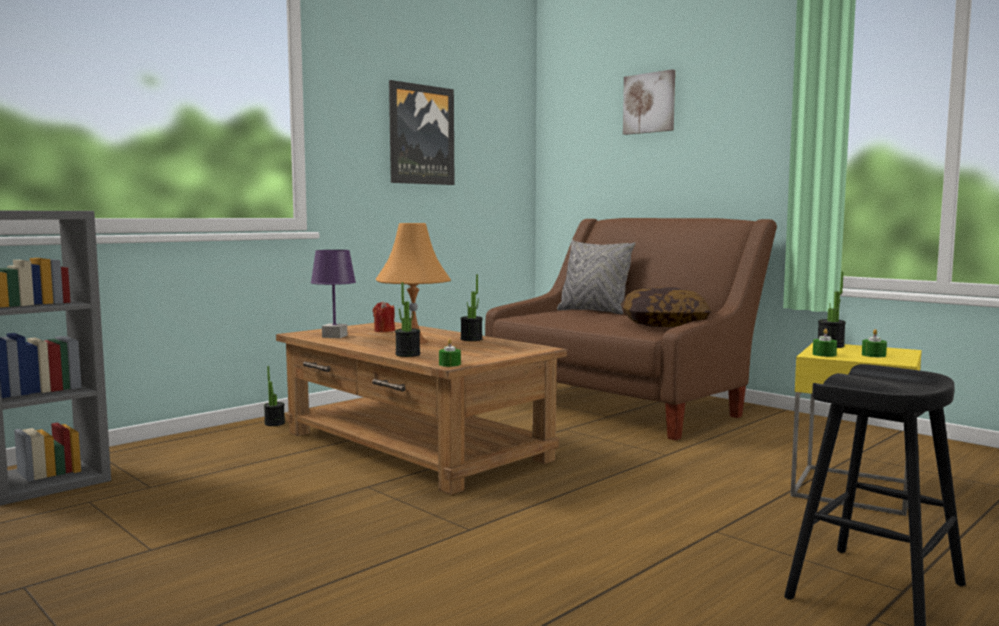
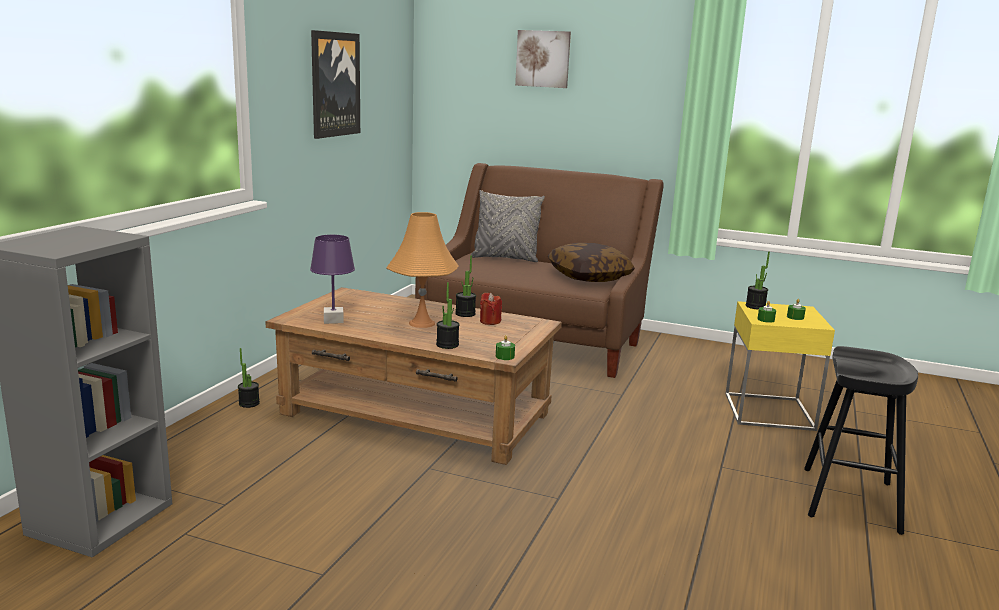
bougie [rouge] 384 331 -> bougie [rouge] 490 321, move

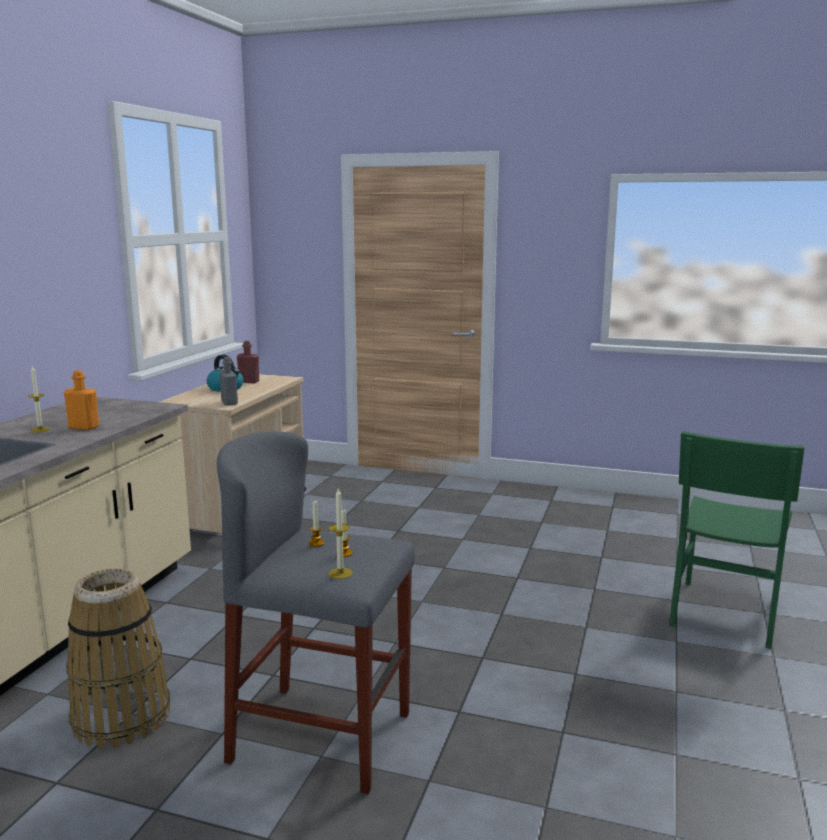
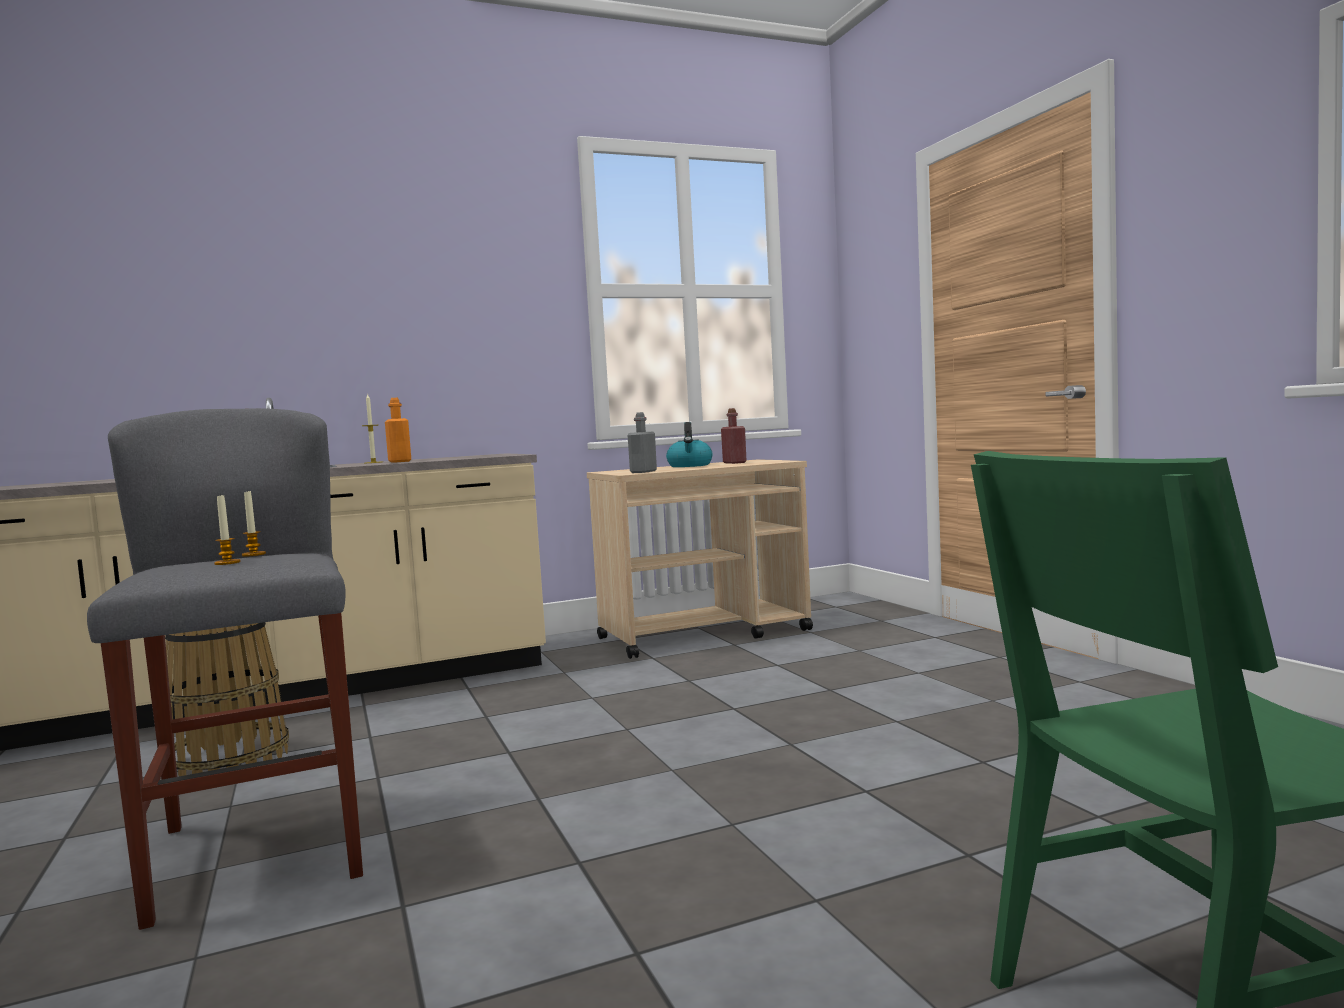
bougie 340 573 -> none

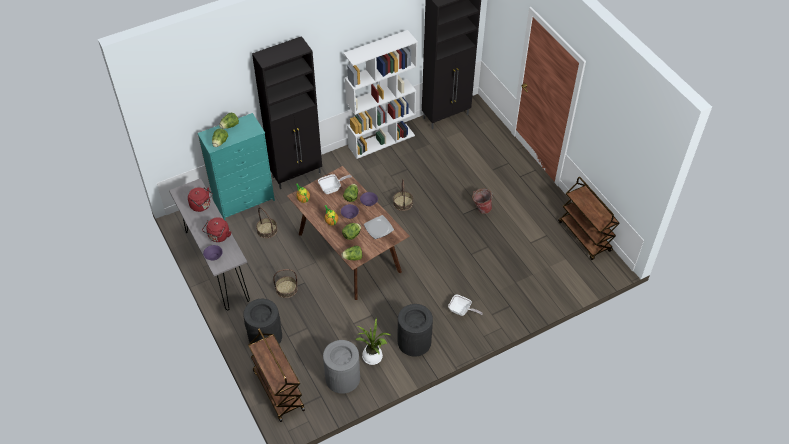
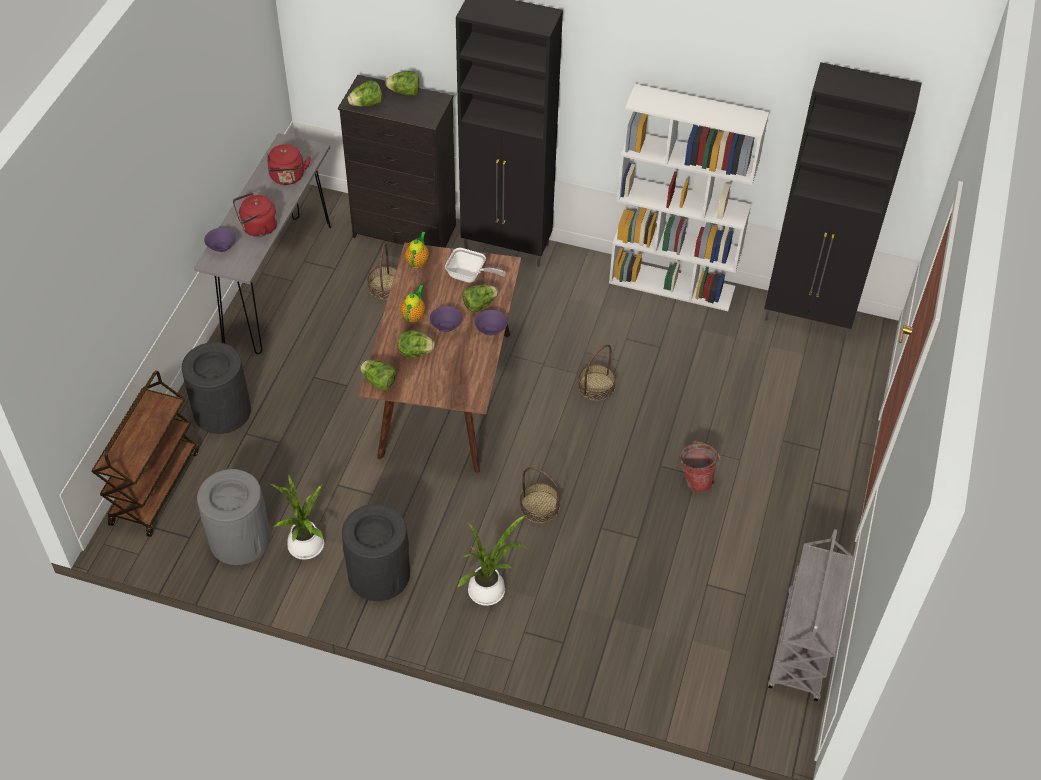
commode [turquoise] 245 201 -> commode [noir] 405 232
poêle 461 311 -> plante en pot 489 590
panier 286 289 -> panier 539 507, move
chariot [marron] 585 237 -> chariot [gris] 803 646
assiette 378 228 -> none

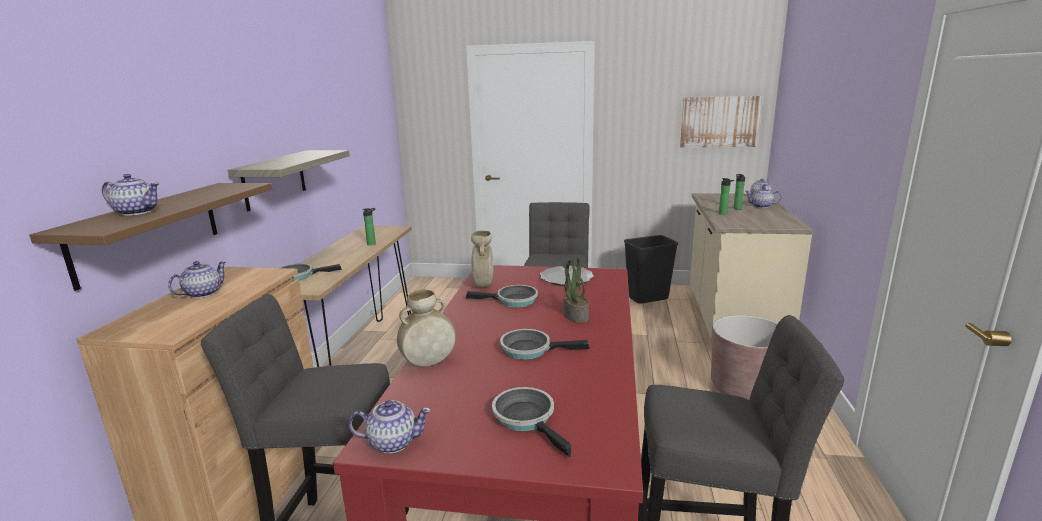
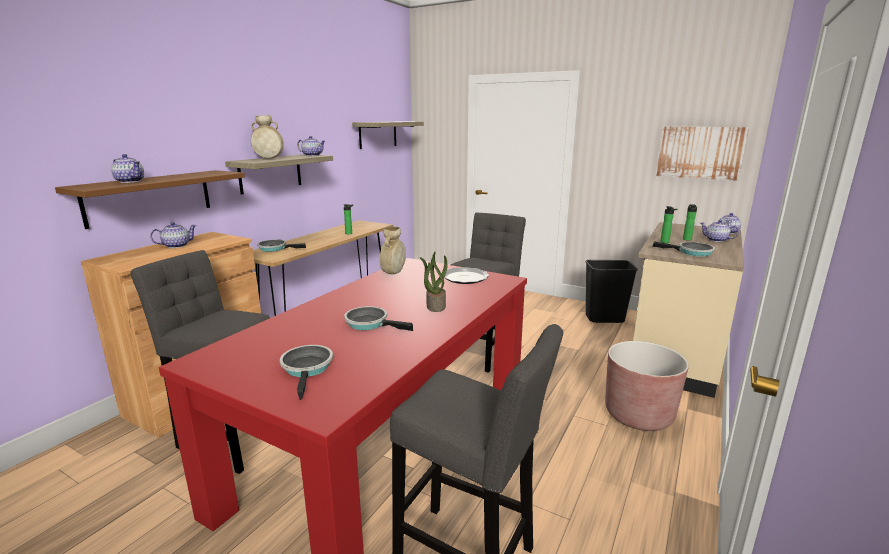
vase [beige] 428 363 -> vase [beige] 269 158, move
théière 392 442 -> théière 312 155, move
none -> étagère 378 134
poêle 513 301 -> poêle 692 252, move

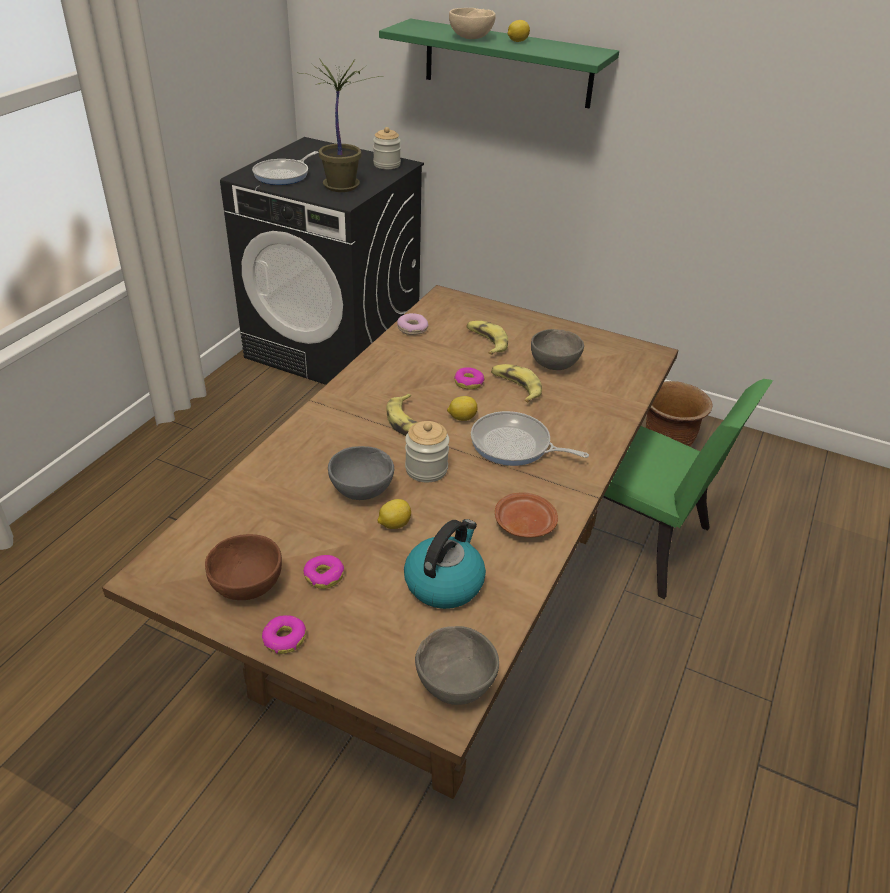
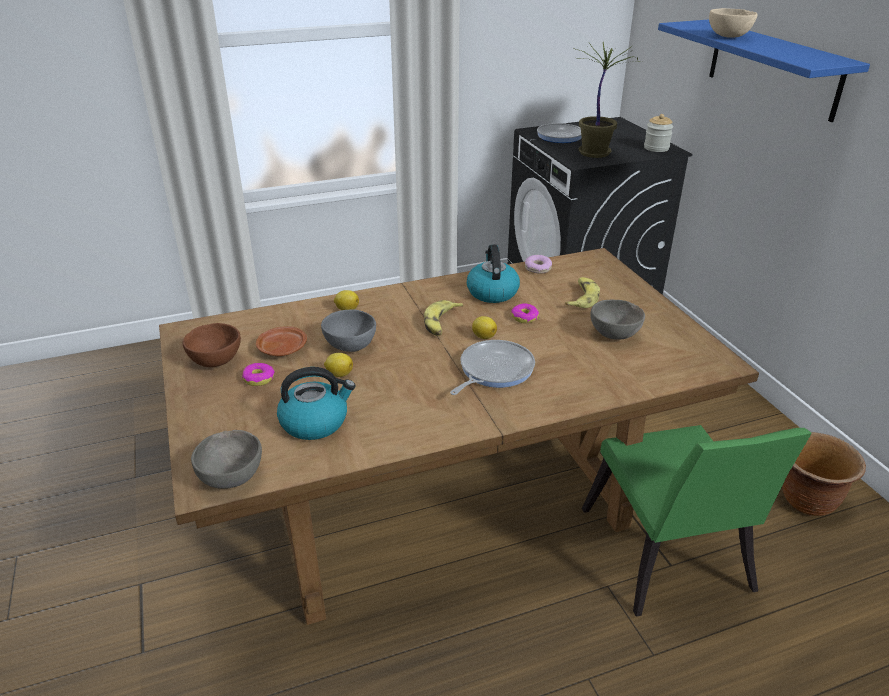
assiette [marron] 524 523 -> assiette [marron] 282 349, move
citron 517 41 -> citron 346 309, move
poêle 514 445 -> poêle 493 370, 60 degrees clockwise
none -> bouilloire 492 292
étagère [vert] 507 63 -> étagère [bleu] 772 68
beignet 284 639 -> none
bocal 426 469 -> none
banane 515 387 -> none

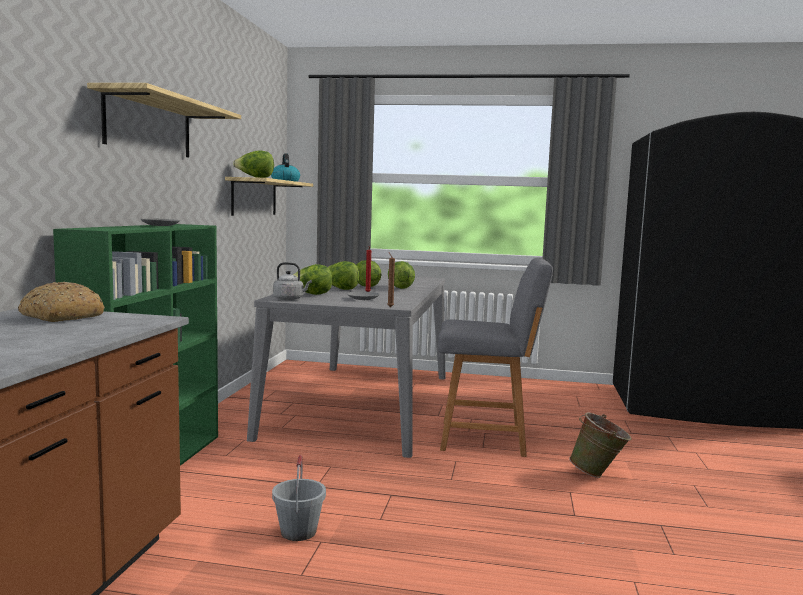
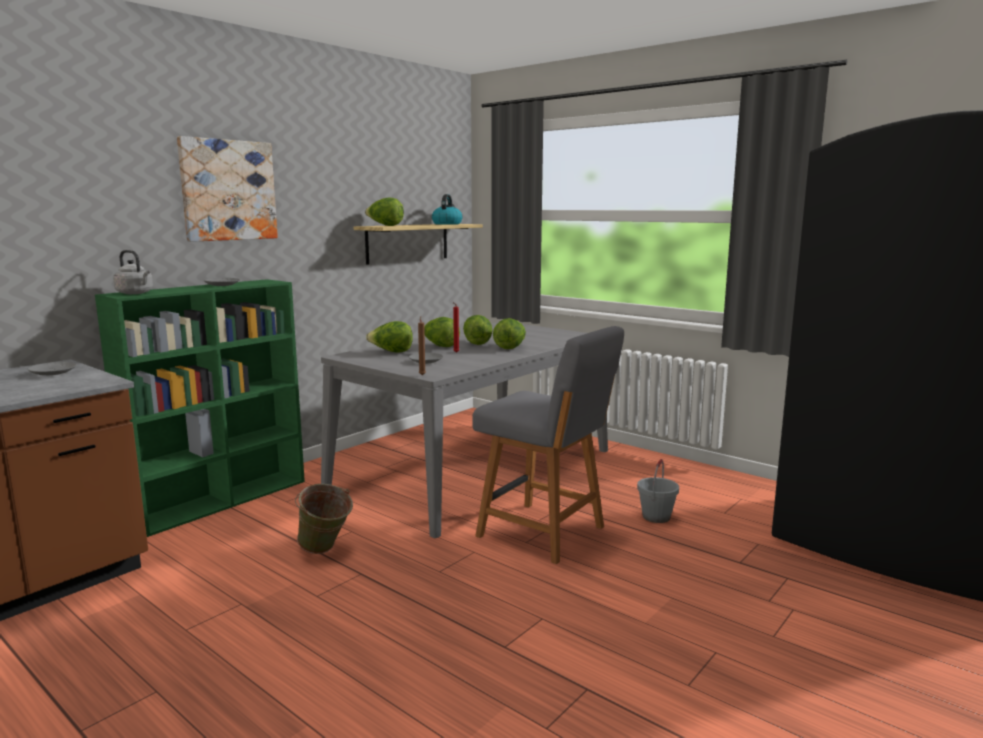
pain 60 316 -> assiette [gris] 53 373
bouilloire [gris] 290 299 -> bouilloire [gris] 136 293, move
étagère 149 126 -> tableau 228 190
seau [vert] 598 475 -> seau [vert] 325 551, move
seau [gris] 299 532 -> seau [gris] 656 517, move

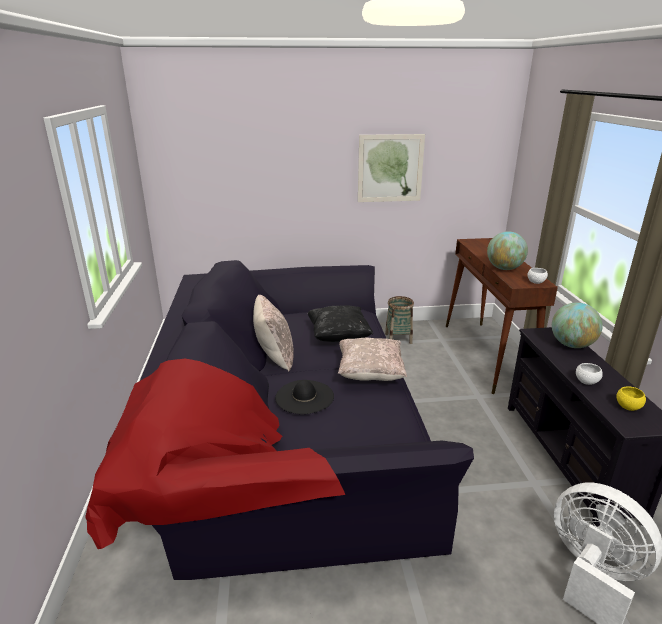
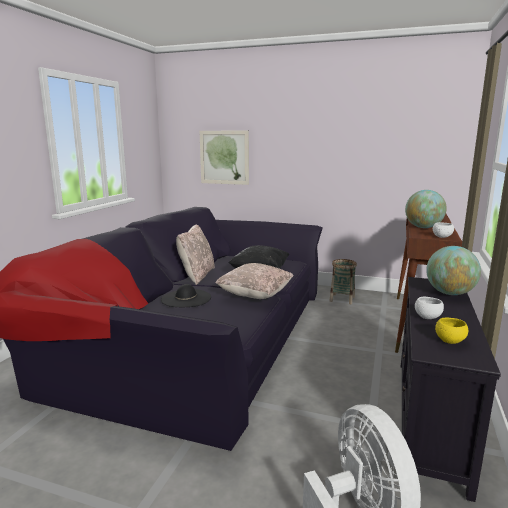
tableau 390 168 -> tableau 224 157, move

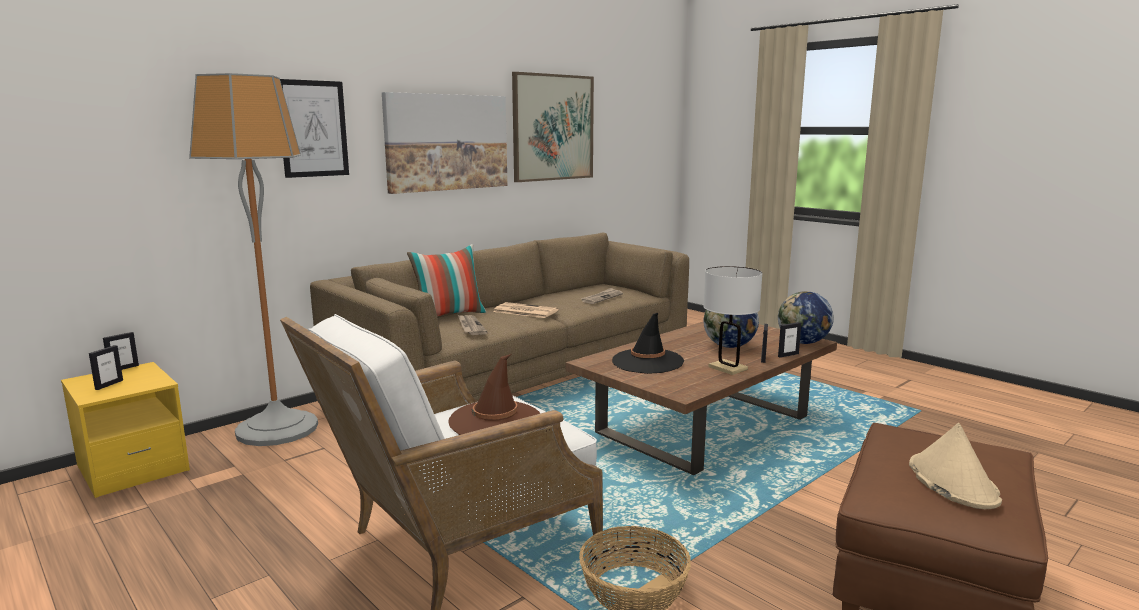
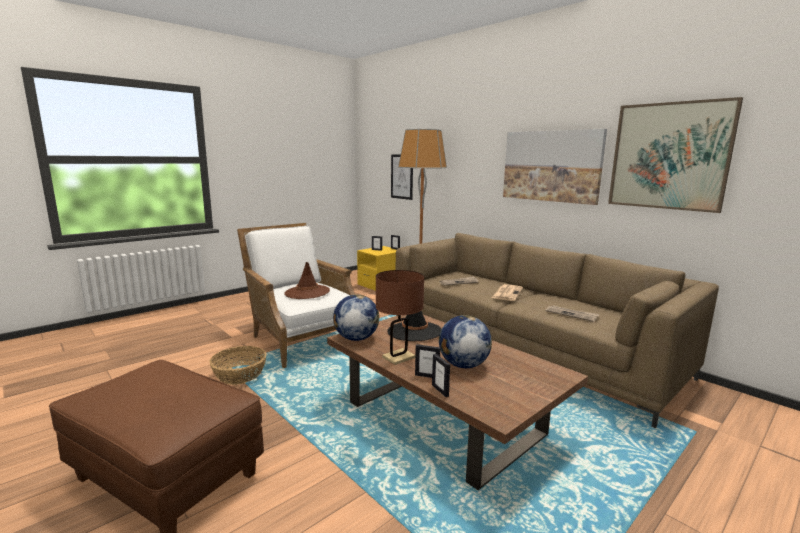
globe 803 342 -> globe 356 338, move
lampe de table [blanc] 728 368 -> lampe de table [marron] 398 357
tableau 313 129 -> tableau 402 176, move
coussin 449 315 -> none
chapeau [beige] 952 482 -> none

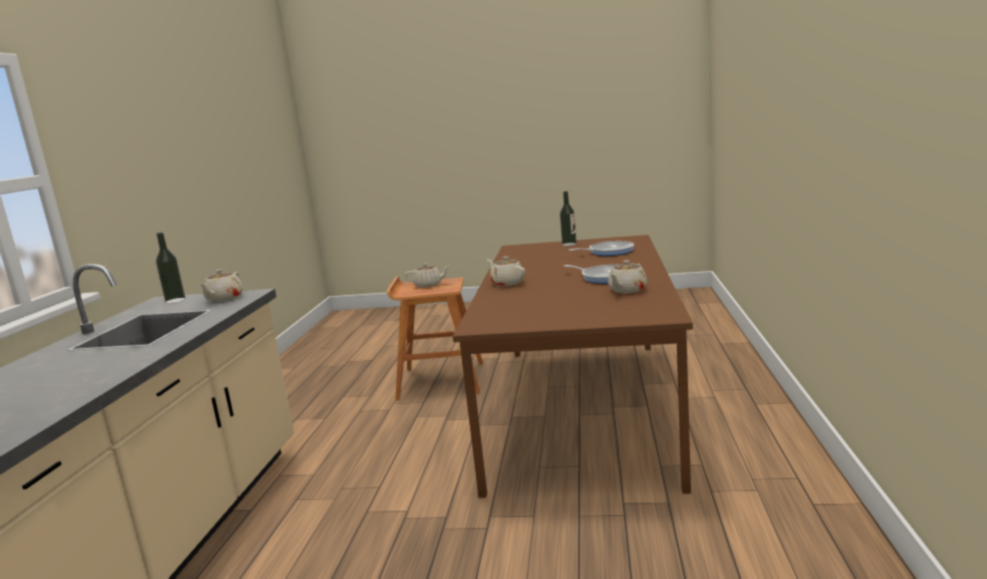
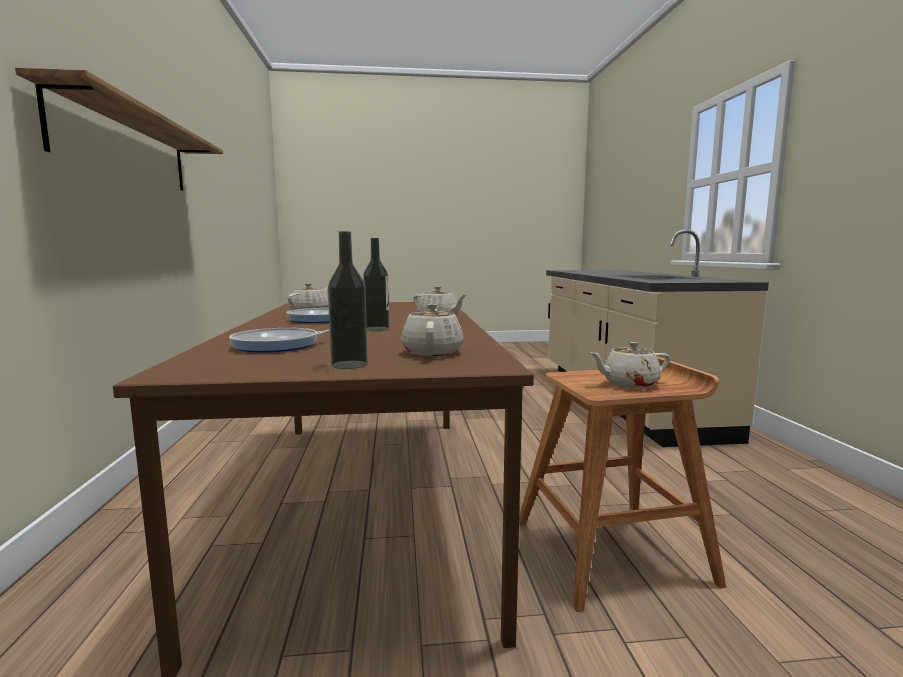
none -> étagère 126 148
bouteille 175 300 -> bouteille 377 329, move
théière [beige] 224 298 -> théière [beige] 432 352, move

